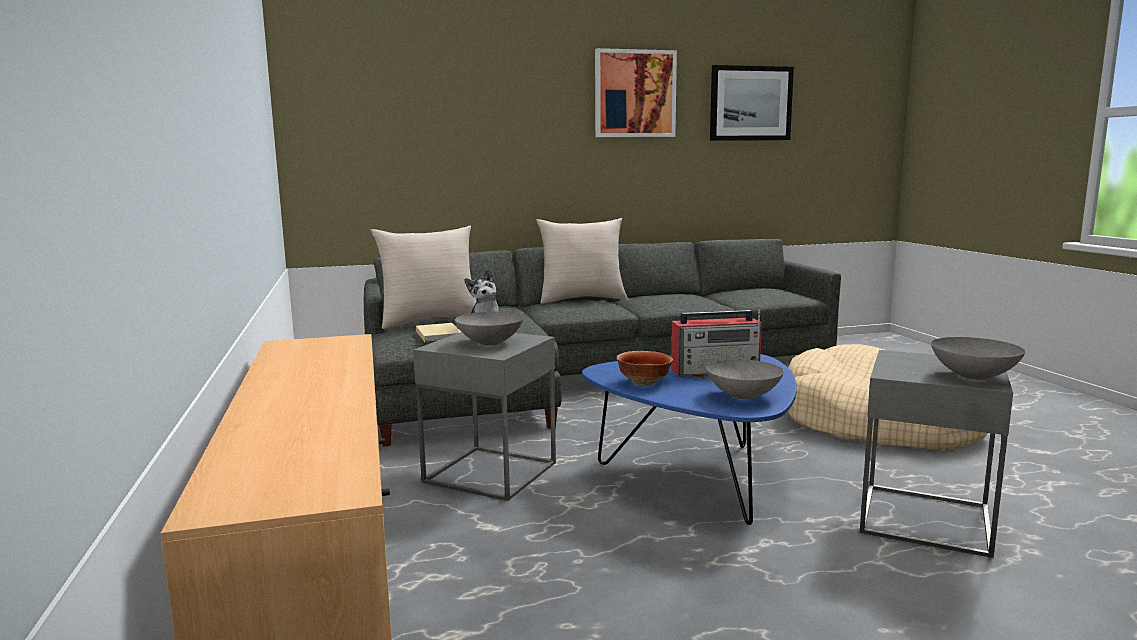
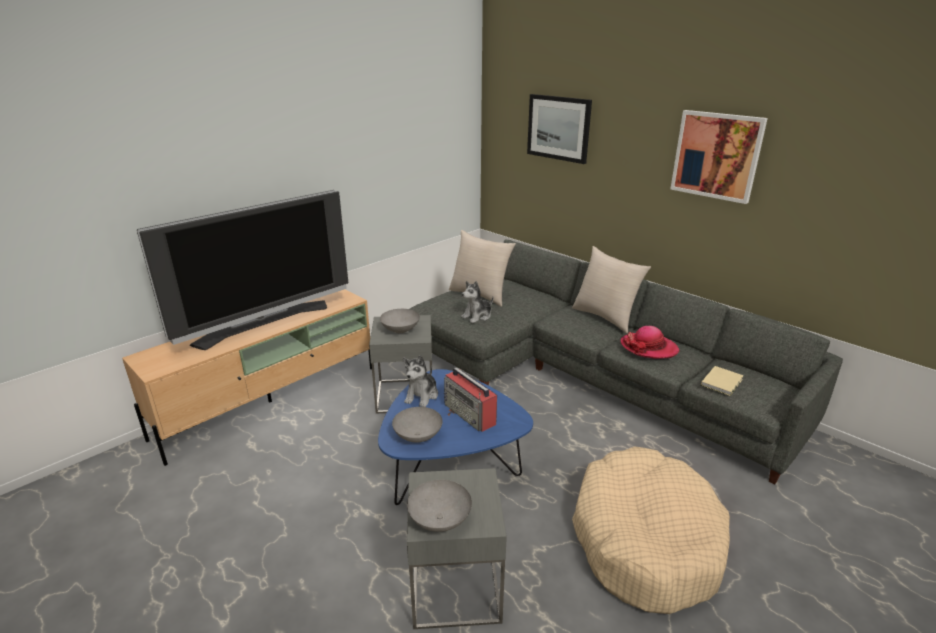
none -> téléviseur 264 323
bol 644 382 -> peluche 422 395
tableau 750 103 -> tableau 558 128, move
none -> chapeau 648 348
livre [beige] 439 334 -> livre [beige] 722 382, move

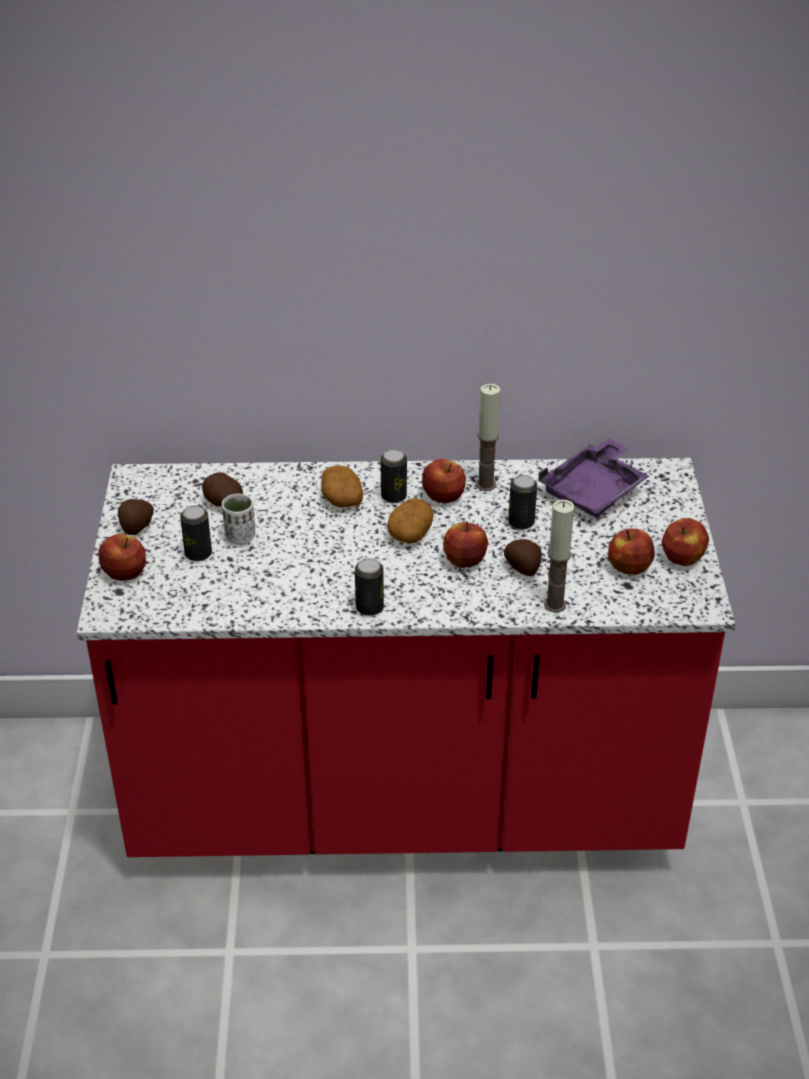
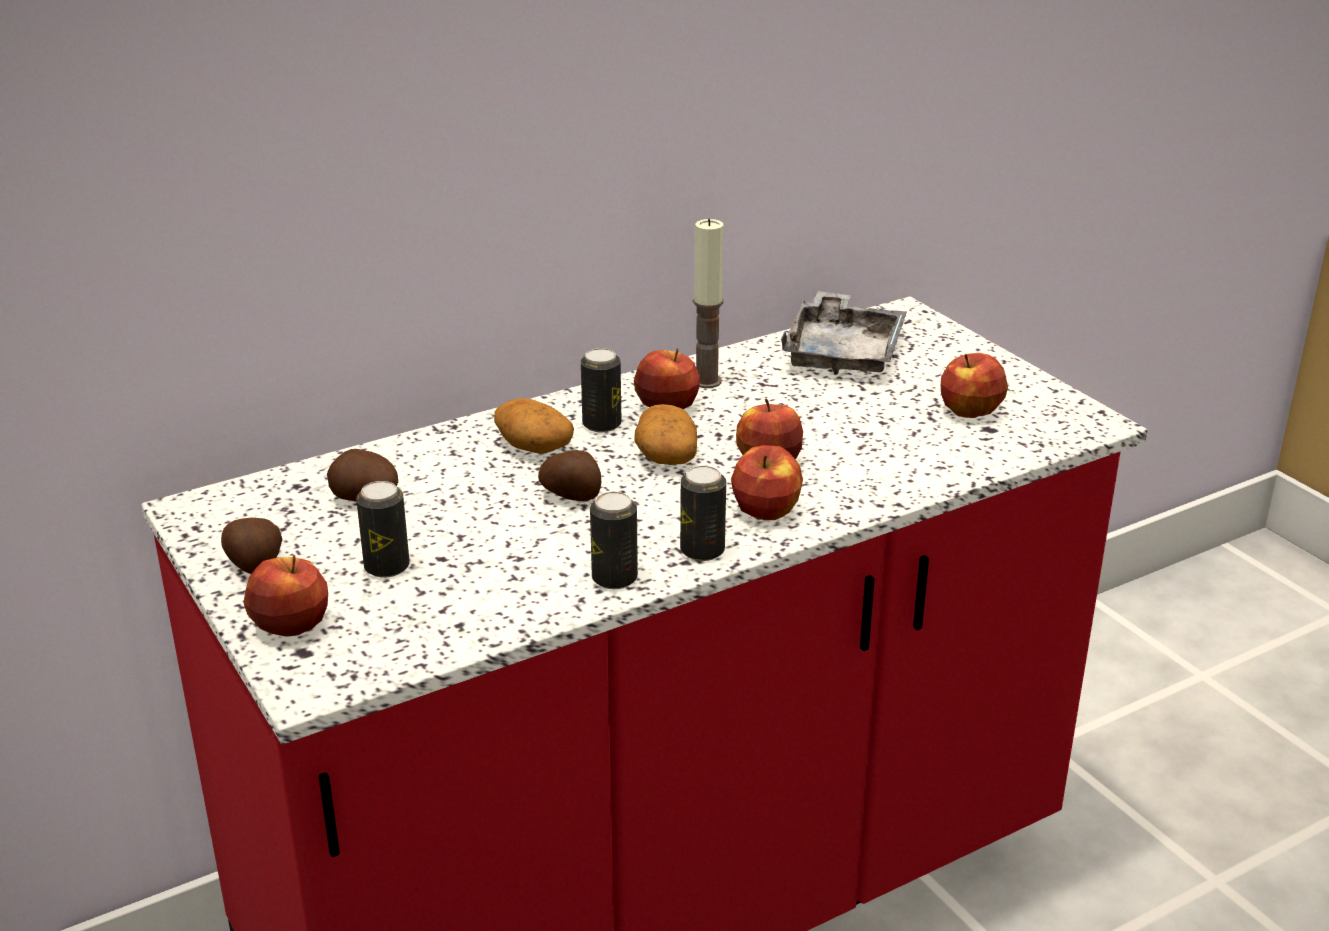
pomme de terre 523 568 -> pomme de terre 573 496, move
boîte métallique 521 522 -> boîte métallique 614 578, move
pomme 683 558 -> pomme 767 511, move
plateau [violet] 594 491 -> plateau [gris] 843 353
tasse [blanc] 240 537 -> none
bougie 555 605 -> none

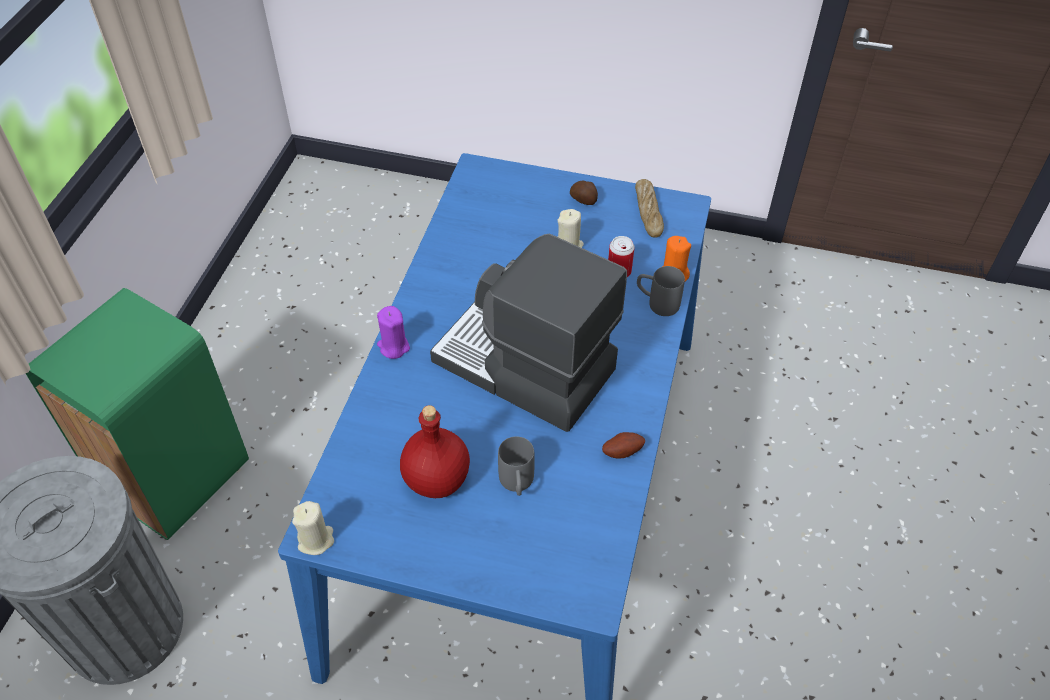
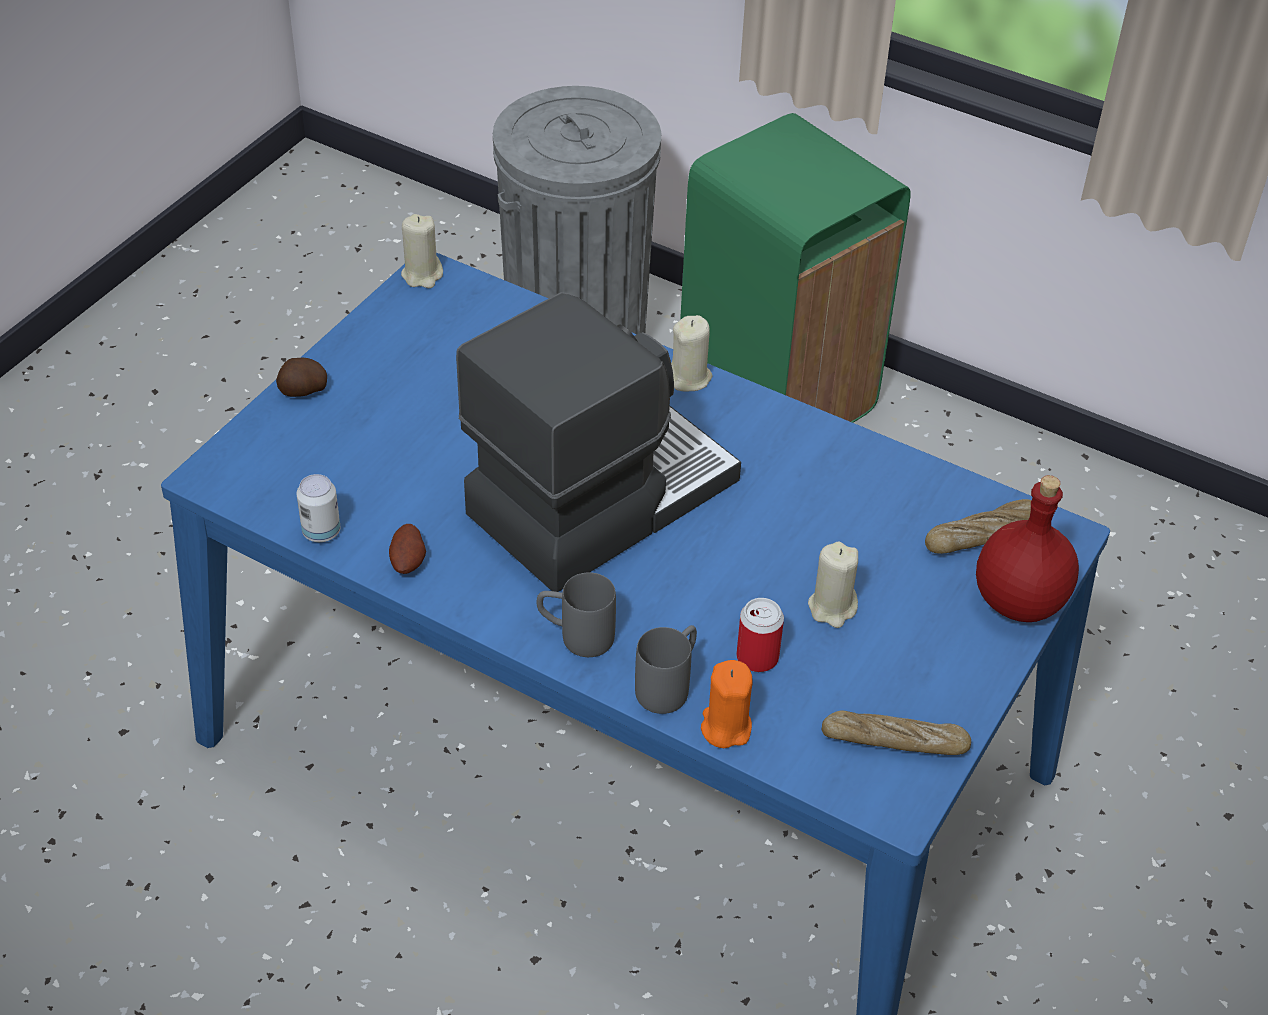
pomme de terre 584 200 -> pomme de terre 303 391, move
none -> boîte métallique 321 532
mug [gris] 517 484 -> mug [gris] 575 636, move
bougie [violet] 393 347 -> bougie [beige] 689 378
none -> pain 983 535
bouteille [rouge] 437 479 -> bouteille [rouge] 1020 603, move

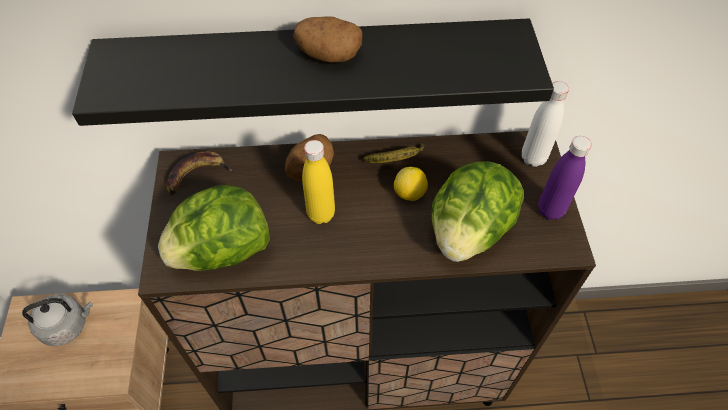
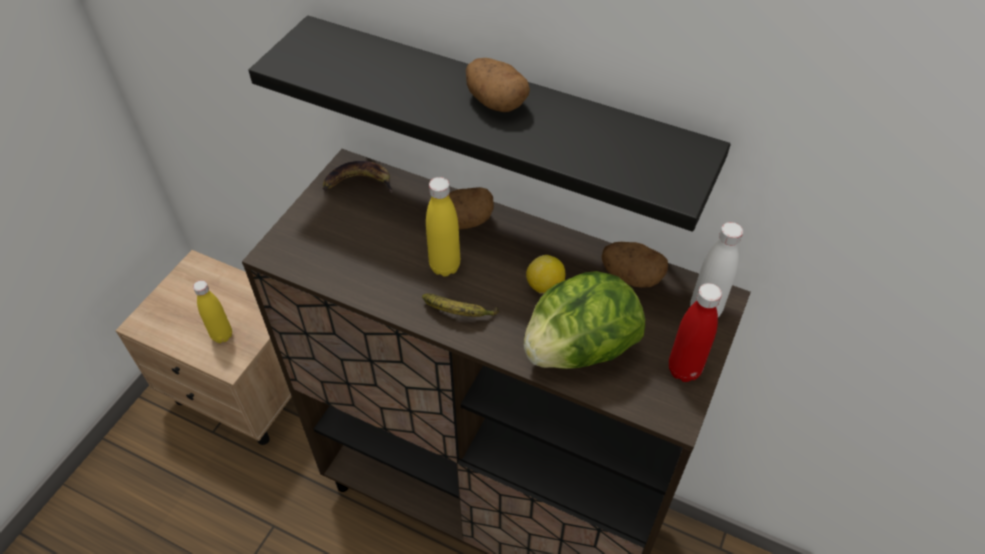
none -> bouteille [jaune] 222 335
banane 396 160 -> banane 459 313, move
none -> pomme de terre 631 276
bouteille [violet] 550 210 -> bouteille [rouge] 684 370
bouilloire [gris] 67 325 -> none
laitue 222 251 -> none

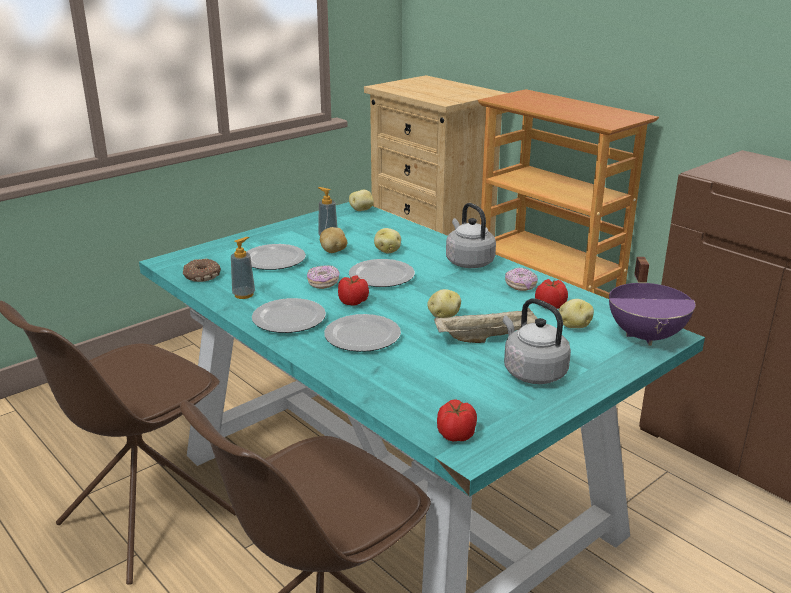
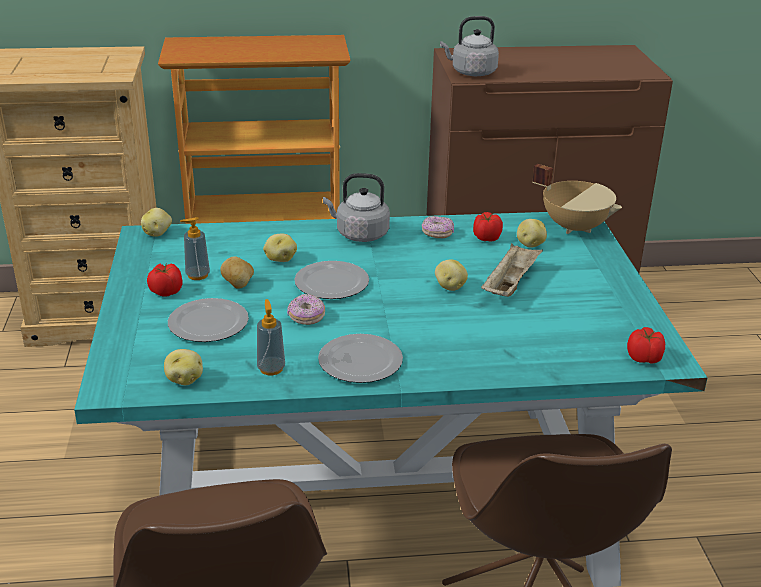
tomate 352 302 -> tomate 165 291, move
beignet 201 276 -> pomme de terre 184 379
bouilloire [gris] 532 372 -> bouilloire [gris] 471 73, move
marmite [violet] 647 336 -> marmite [beige] 575 227
assiette 364 336 -> none

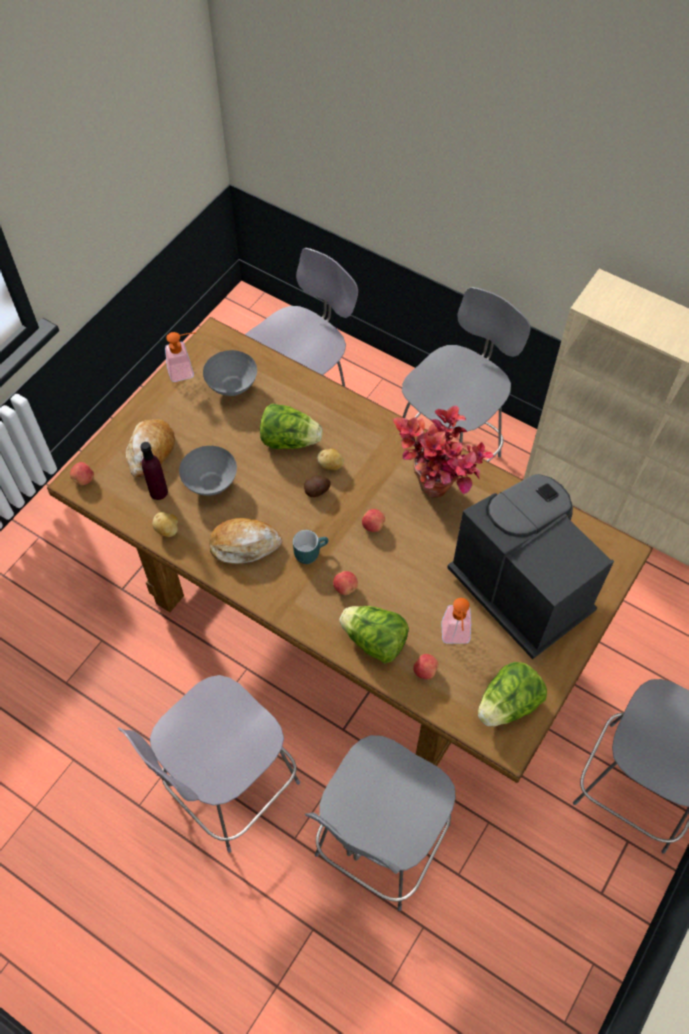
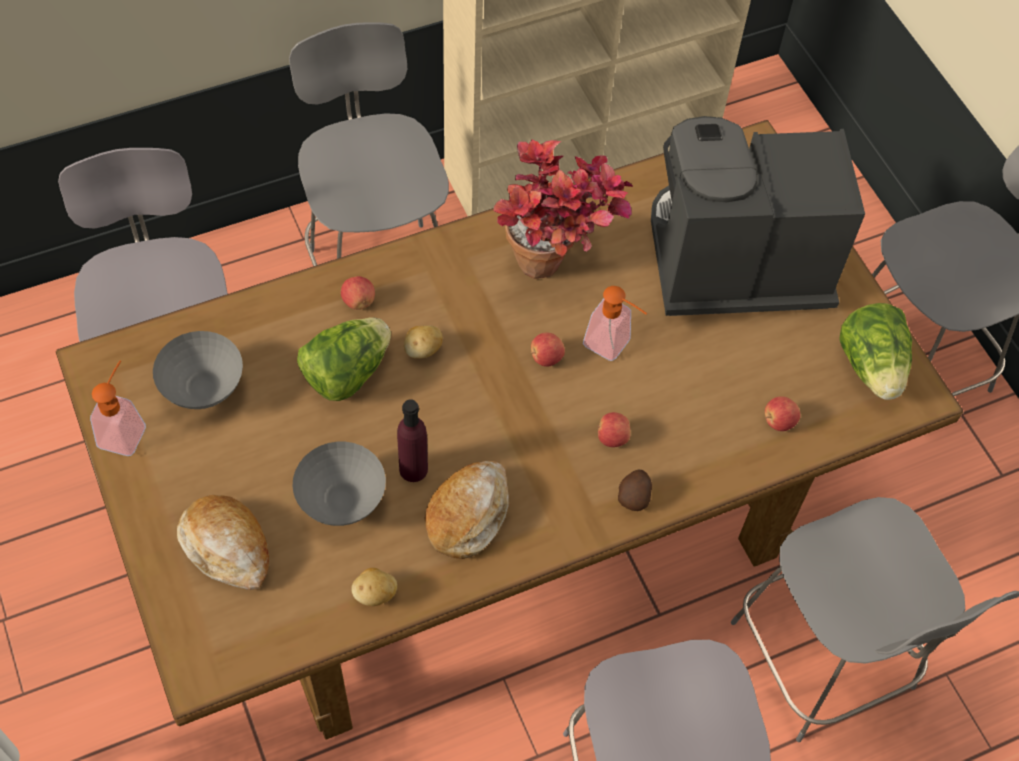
pomme 84 479 -> pomme 358 301, move
bouteille [violet] 158 492 -> bouteille [violet] 413 469, move
distributeur de savon 455 637 -> distributeur de savon 613 346, move
pomme de terre 317 491 -> pomme de terre 634 496, move
mug [turquoise] 309 551 -> none
laitue 374 641 -> none

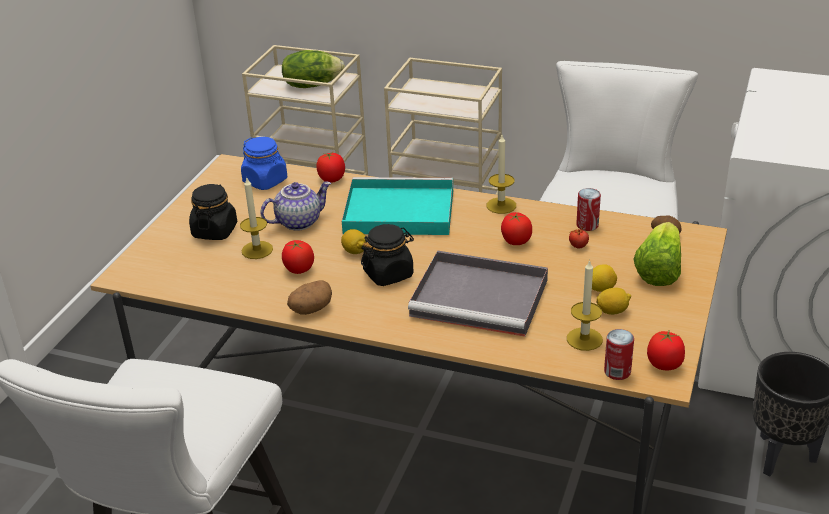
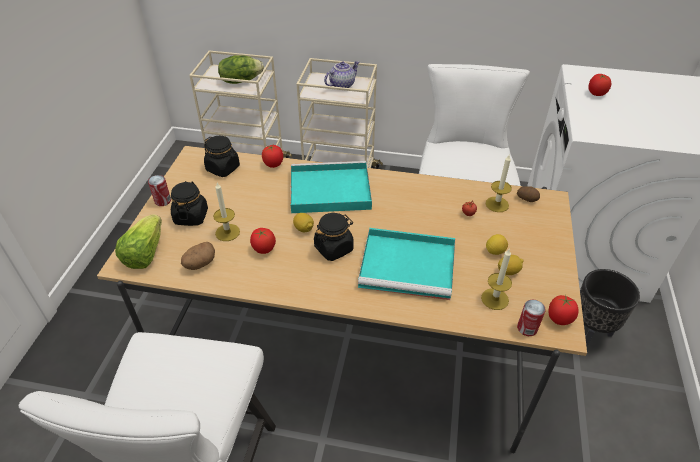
laitue 658 270 -> laitue 145 253, move
boîte métallique 587 225 -> boîte métallique 163 201, move
pomme de terre 310 309 -> pomme de terre 200 264, move
bocal [bleu] 265 181 -> bocal [noir] 223 168
théière 298 221 -> théière 342 85, move
plateau [gris] 482 298 -> plateau [turquoise] 409 266
bougie 501 205 -> bougie 497 204, move
tomate 515 241 -> tomate 596 94, move

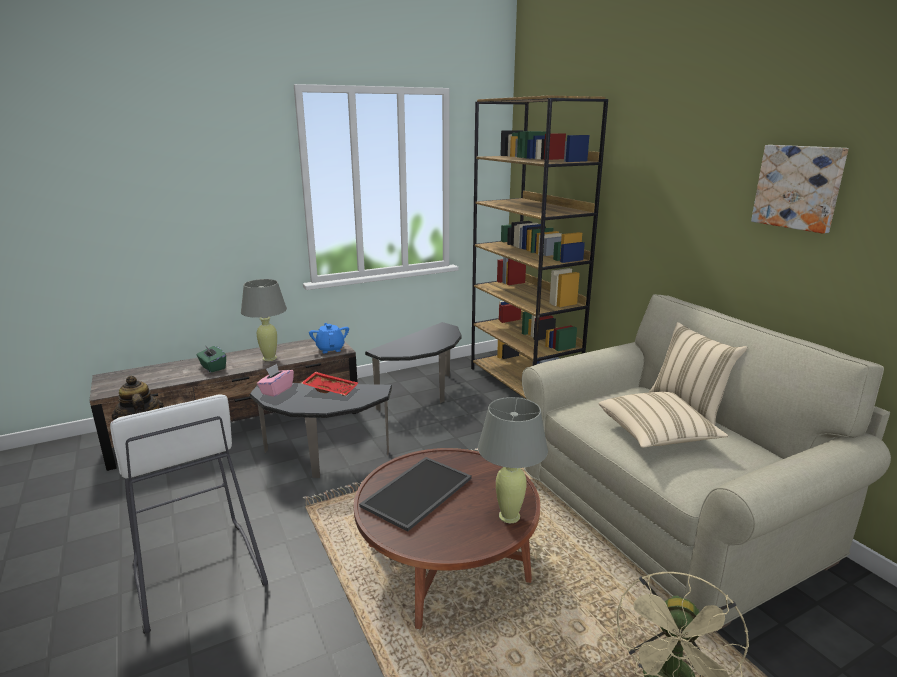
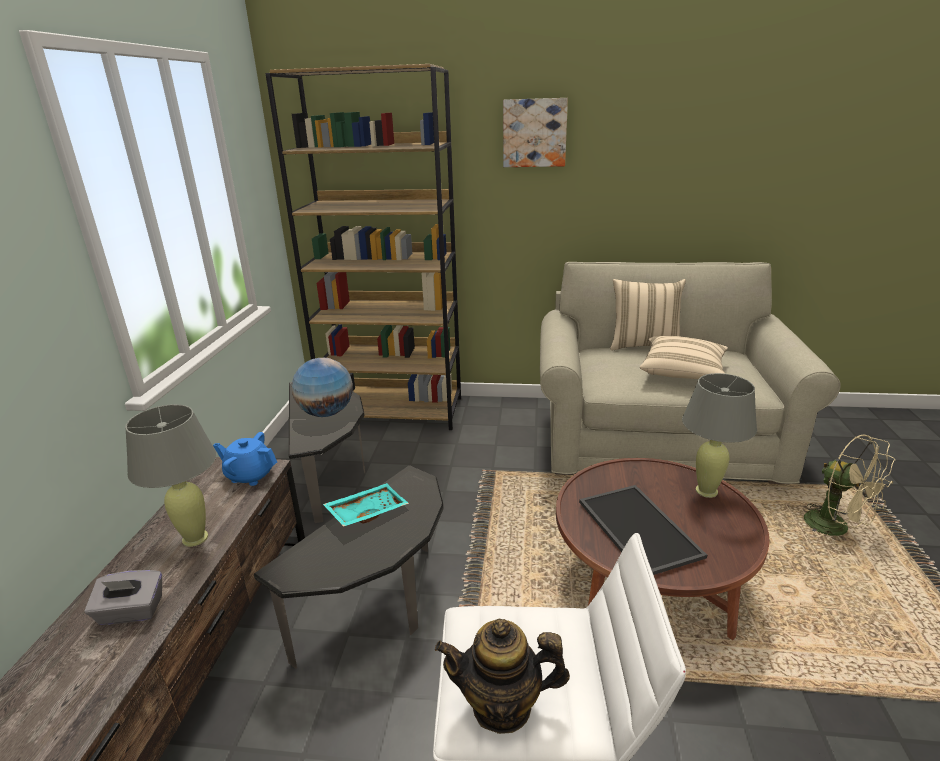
boîte à mouchoirs [vert] 212 367 -> boîte à mouchoirs [gris] 131 612
none -> globe 326 413
plateau [rouge] 331 389 -> plateau [turquoise] 366 512
tableau 799 187 -> tableau 534 133, move
boîte à mouchoirs [rose] 276 390 -> none

